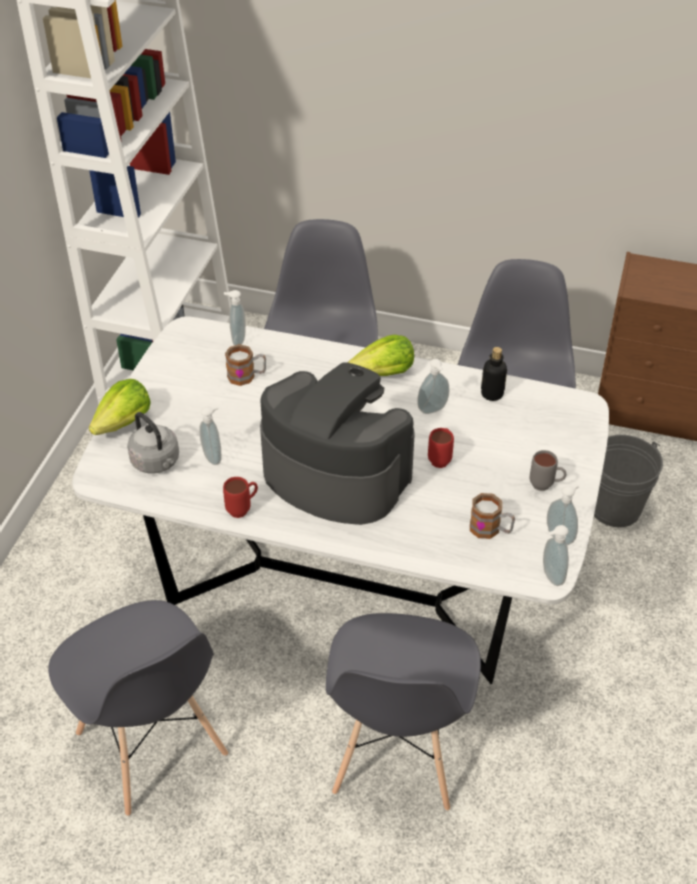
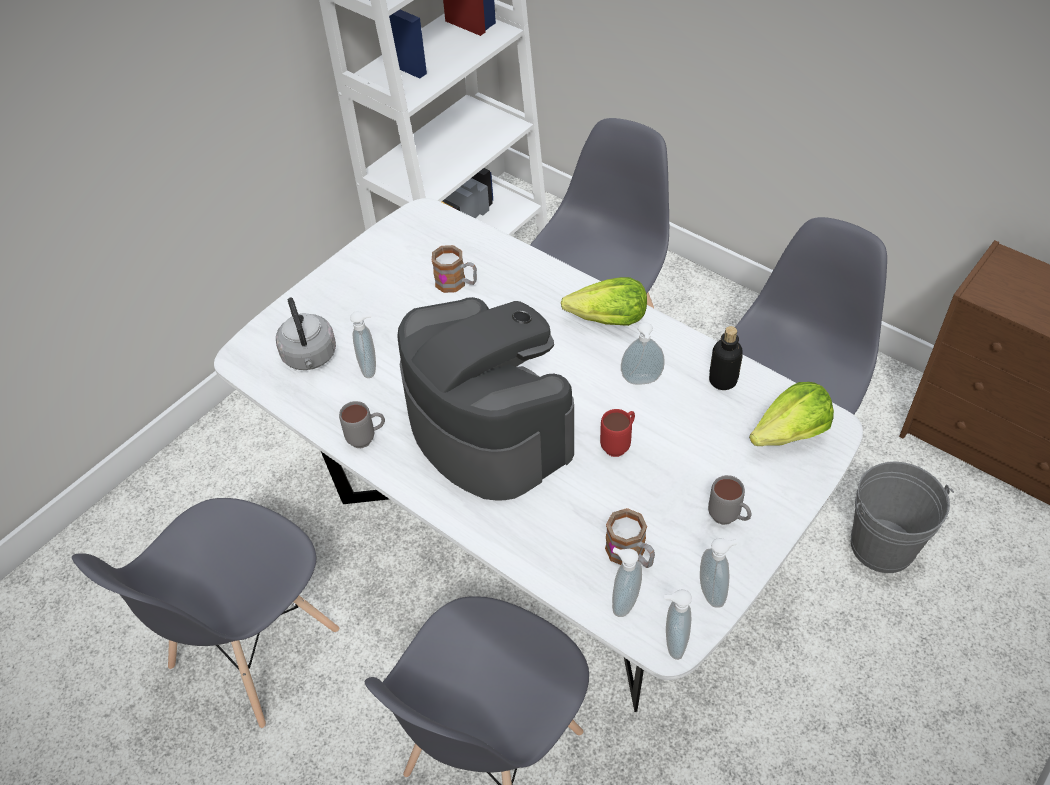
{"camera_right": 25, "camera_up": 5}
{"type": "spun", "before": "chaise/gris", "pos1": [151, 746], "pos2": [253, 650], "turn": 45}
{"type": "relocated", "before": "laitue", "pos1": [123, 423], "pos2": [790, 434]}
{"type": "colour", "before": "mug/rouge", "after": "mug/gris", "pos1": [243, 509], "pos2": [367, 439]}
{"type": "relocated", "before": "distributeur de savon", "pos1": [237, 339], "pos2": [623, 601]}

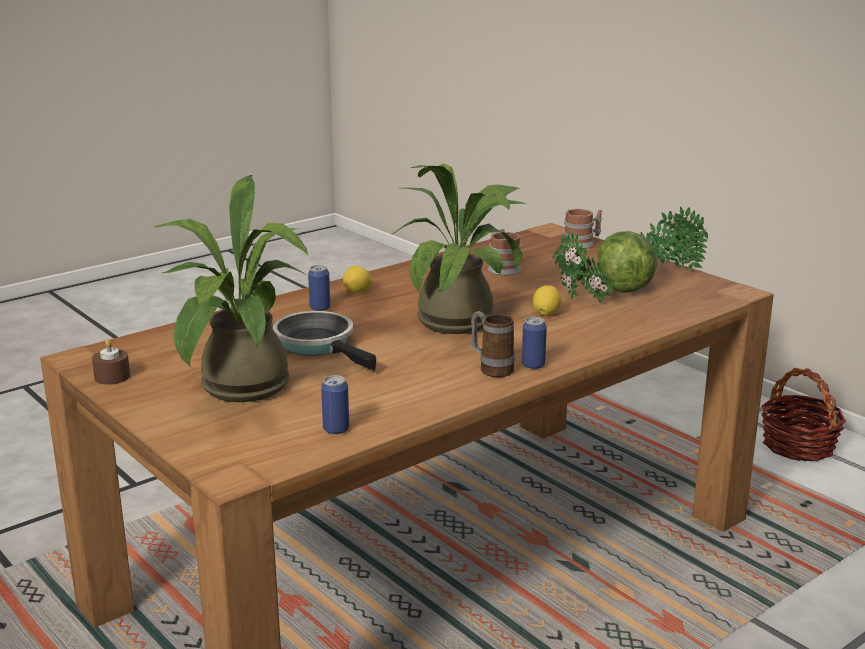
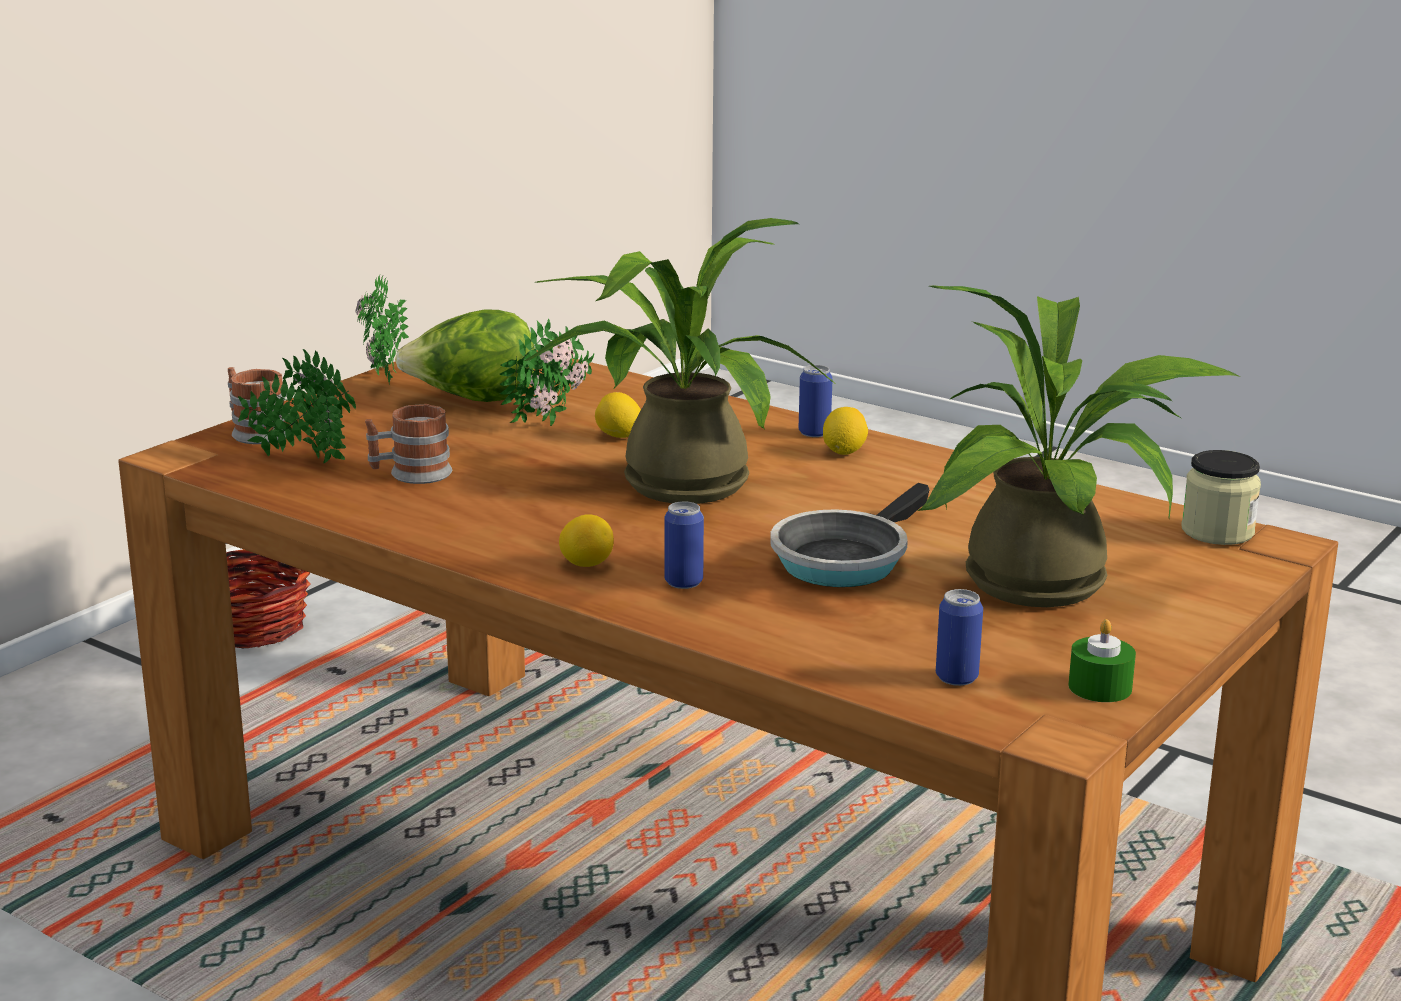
{"camera_right": -105, "camera_up": 0}
{"type": "colour", "before": "bougie/marron", "after": "bougie/vert", "pos1": [112, 377], "pos2": [1100, 687]}
{"type": "relocated", "before": "boîte métallique", "pos1": [336, 429], "pos2": [956, 677]}
{"type": "exchanged", "before": "mug", "after": "citron", "pos1": [491, 368], "pos2": [844, 452]}
{"type": "appeared", "after": "plante en pot", "pos2": [301, 459]}
{"type": "appeared", "after": "bocal", "pos2": [1217, 531]}

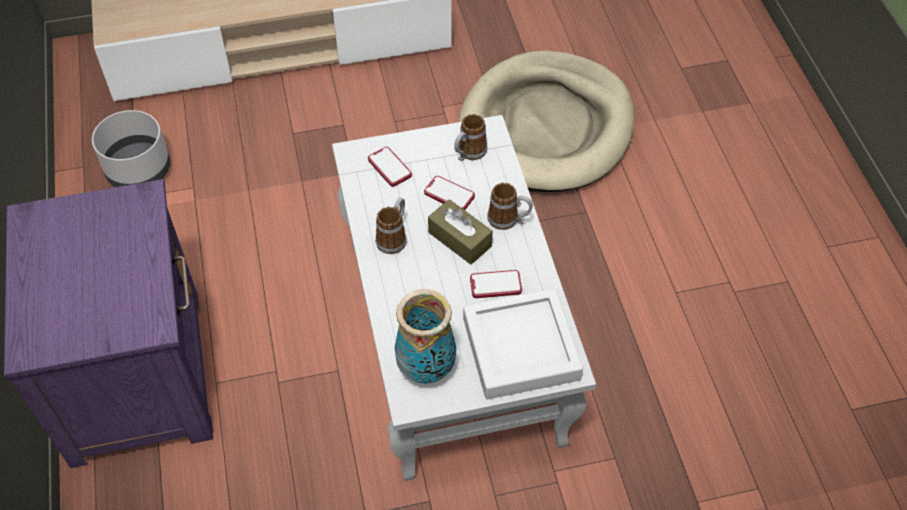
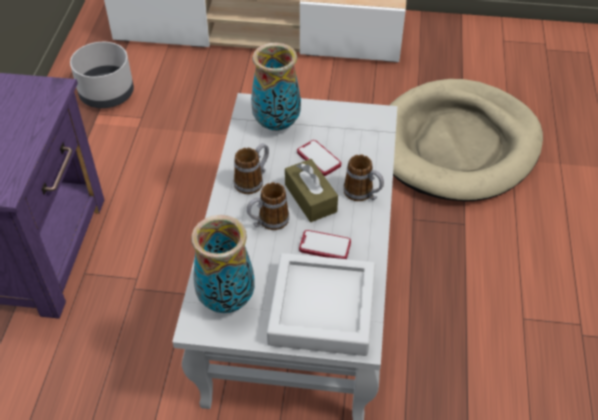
{"camera_right": 20, "camera_up": -5}
{"type": "exchanged", "before": "téléphone", "after": "vase", "pos1": [389, 167], "pos2": [277, 123]}
{"type": "relocated", "before": "mug", "pos1": [468, 154], "pos2": [268, 222]}

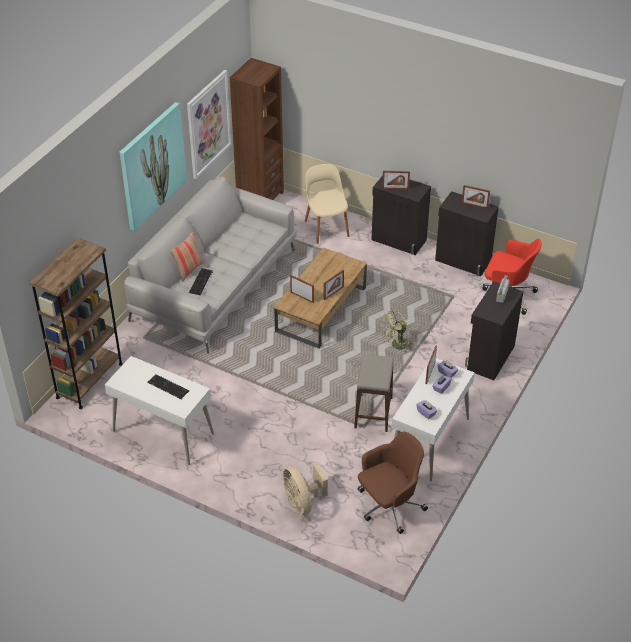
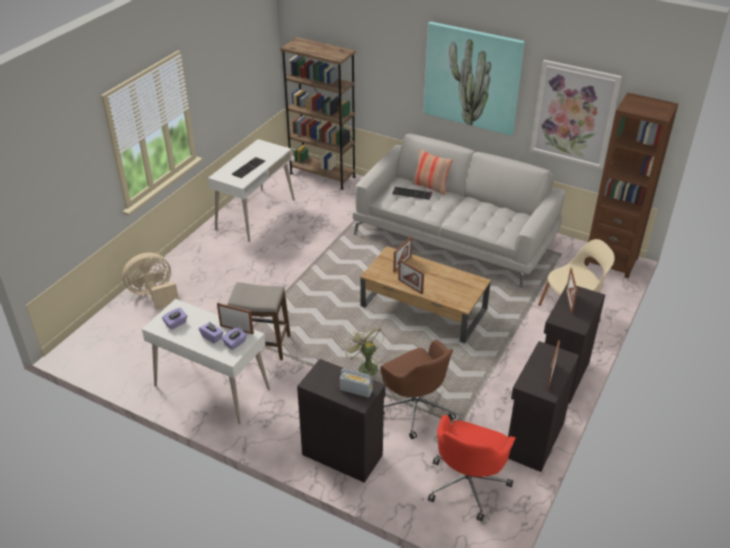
{"camera_right": 90, "camera_up": -5}
{"type": "relocated", "before": "chaise de bureau/marron", "pos1": [389, 506], "pos2": [415, 407]}

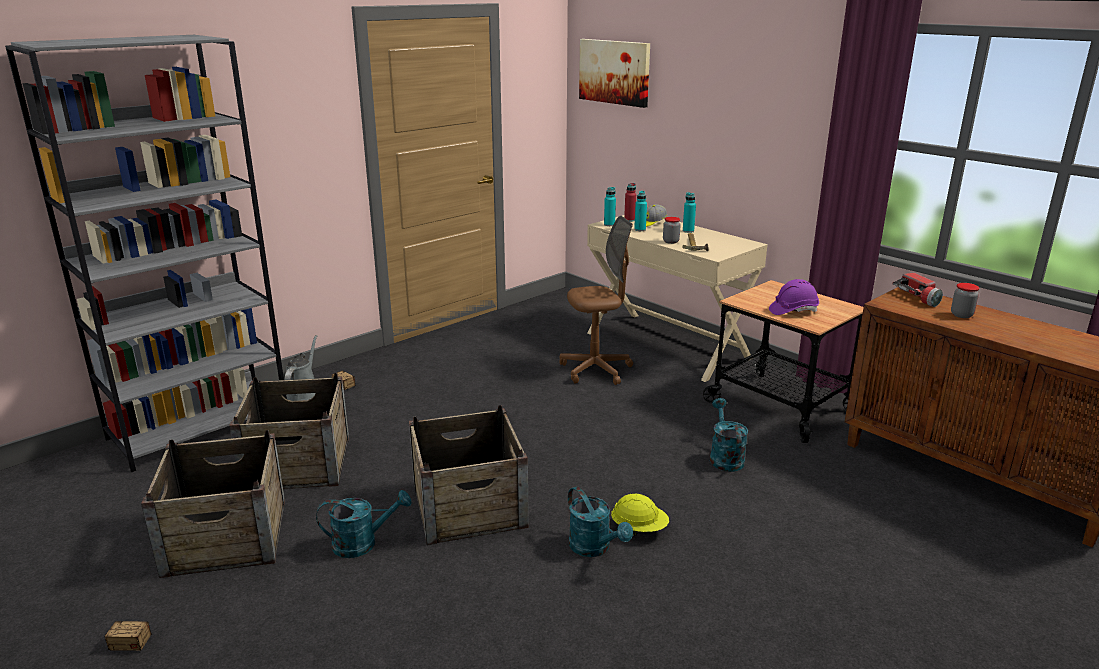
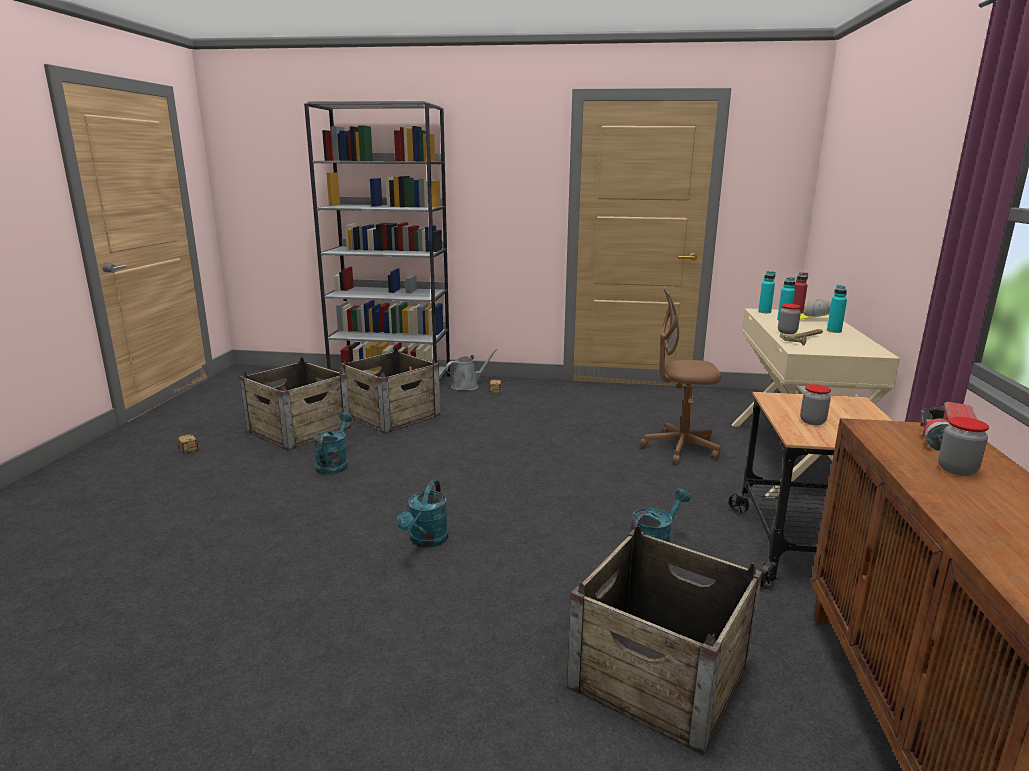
{"camera_right": 50, "camera_up": -5}
{"type": "spun", "before": "arrosoir/turquoise", "pos1": [363, 543], "pos2": [334, 464], "turn": -120}
{"type": "relocated", "before": "caisse", "pos1": [469, 506], "pos2": [661, 675]}
{"type": "spun", "before": "chaise de bureau/marron", "pos1": [596, 370], "pos2": [680, 448], "turn": 150}
{"type": "missing", "before": "tableau", "pos1": [614, 72]}
{"type": "missing", "before": "casque de chantier/jaune", "pos1": [639, 529]}
{"type": "exchanged", "before": "casque de chantier/violet", "after": "bocal", "pos1": [793, 311], "pos2": [812, 421]}

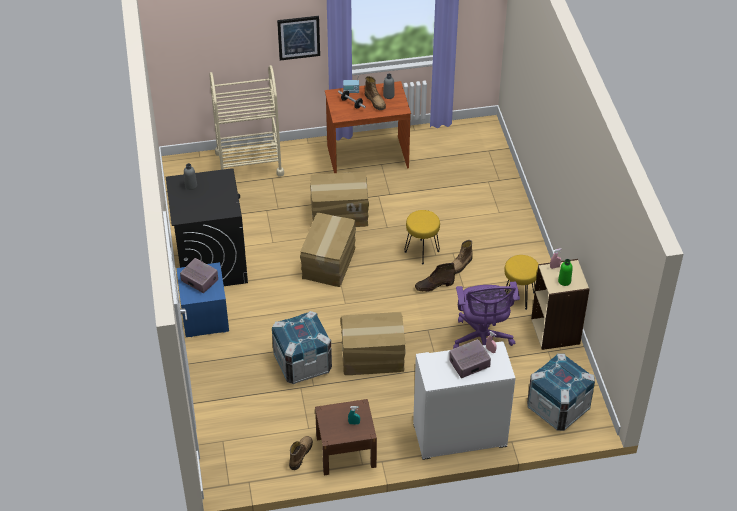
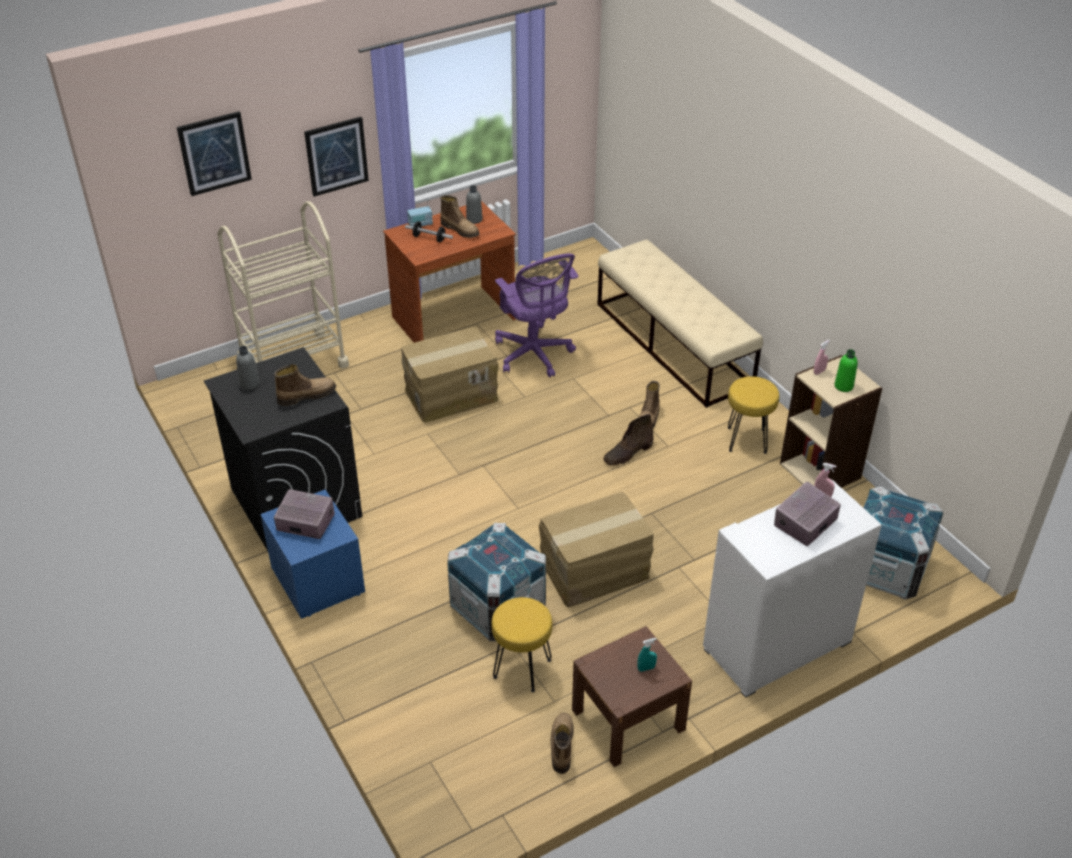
{"camera_right": -20, "camera_up": -5}
{"type": "missing", "before": "carton", "pos1": [329, 263]}
{"type": "relocated", "before": "tabouret/jaune", "pos1": [422, 251], "pos2": [523, 668]}
{"type": "relocated", "before": "chaise de bureau/violet", "pos1": [482, 340], "pos2": [534, 355]}
{"type": "appeared", "after": "tableau", "pos2": [214, 153]}
{"type": "appeared", "after": "botte", "pos2": [306, 395]}
{"type": "appeared", "after": "banc/beige", "pos2": [673, 345]}

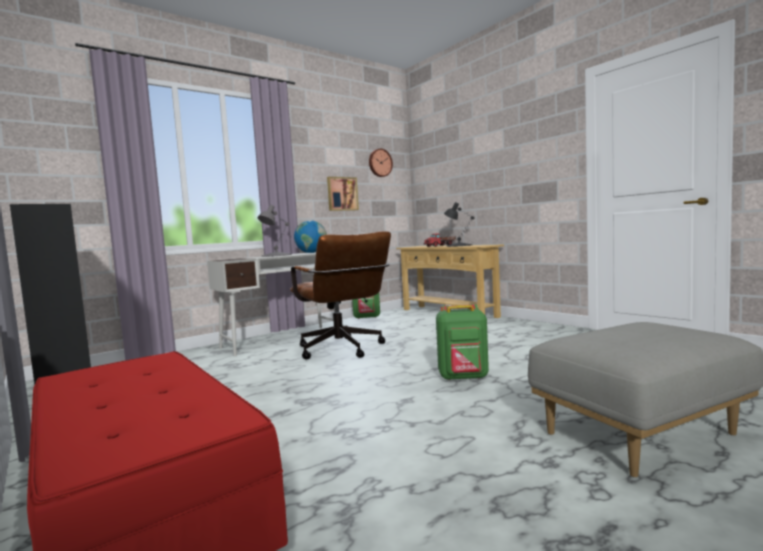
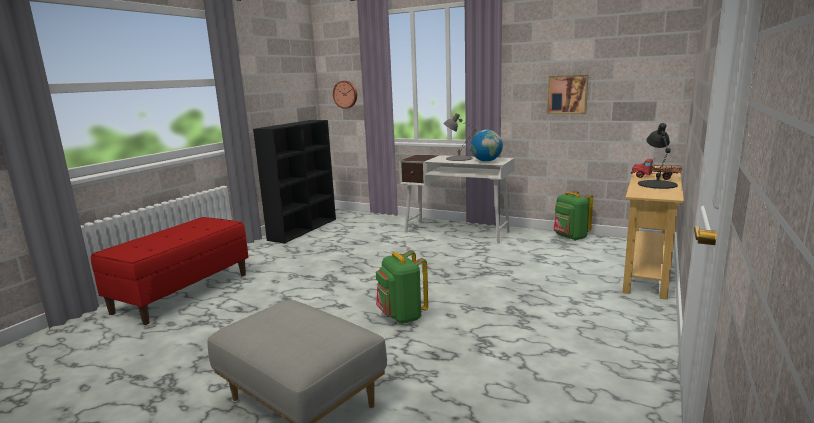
{"camera_right": 65, "camera_up": 10}
{"type": "missing", "before": "chaise de bureau/marron", "pos1": [343, 350]}
{"type": "relocated", "before": "horloge murale", "pos1": [379, 163], "pos2": [345, 94]}

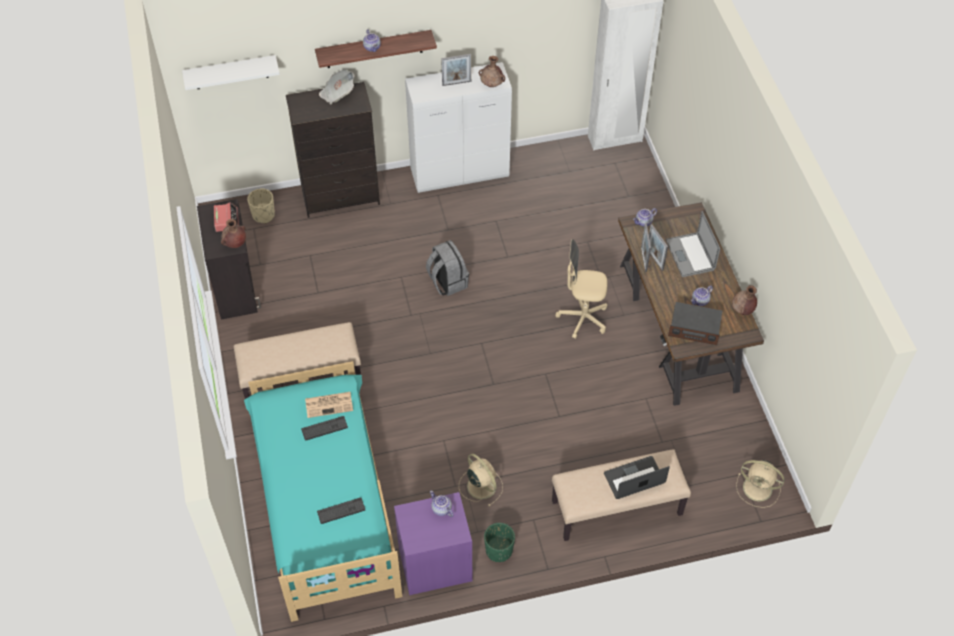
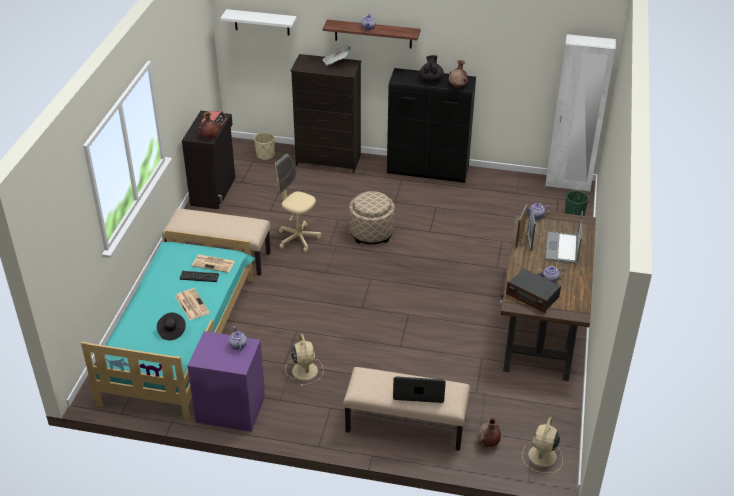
{"camera_right": 25, "camera_up": -15}
{"type": "exchanged", "before": "clavier", "after": "chapeau/noir", "pos1": [341, 511], "pos2": [171, 331]}
{"type": "colour", "before": "meuble de rangement/blanc", "after": "meuble de rangement/noir", "pos1": [460, 173], "pos2": [428, 171]}
{"type": "exchanged", "before": "sac à dos/gris", "after": "pouf/beige", "pos1": [447, 282], "pos2": [371, 233]}
{"type": "exchanged", "before": "cadre photo", "after": "théière/noir", "pos1": [456, 83], "pos2": [431, 79]}
{"type": "relocated", "before": "cache-pot/vert", "pos1": [499, 550], "pos2": [574, 215]}
{"type": "relocated", "before": "chaise de bureau/beige", "pos1": [582, 318], "pos2": [298, 239]}
{"type": "relocated", "before": "vase/marron", "pos1": [742, 310], "pos2": [487, 443]}
{"type": "spun", "before": "ventilateur/beige", "pos1": [759, 489], "pos2": [542, 457], "turn": 60}
{"type": "appeared", "after": "journal", "pos2": [191, 304]}

